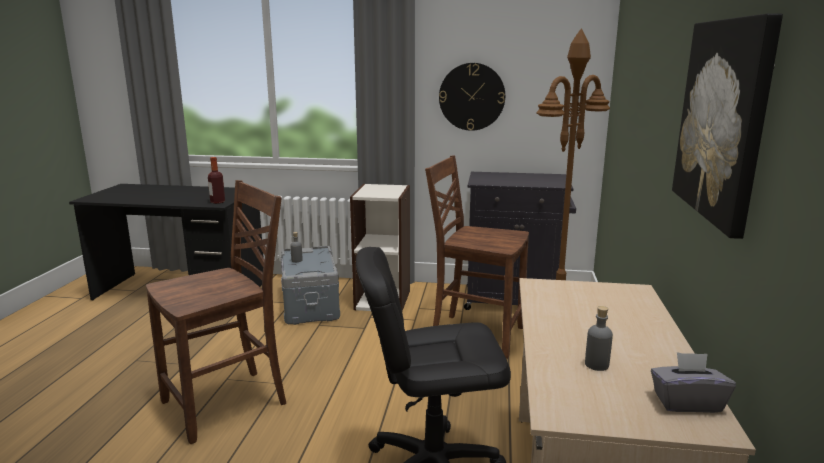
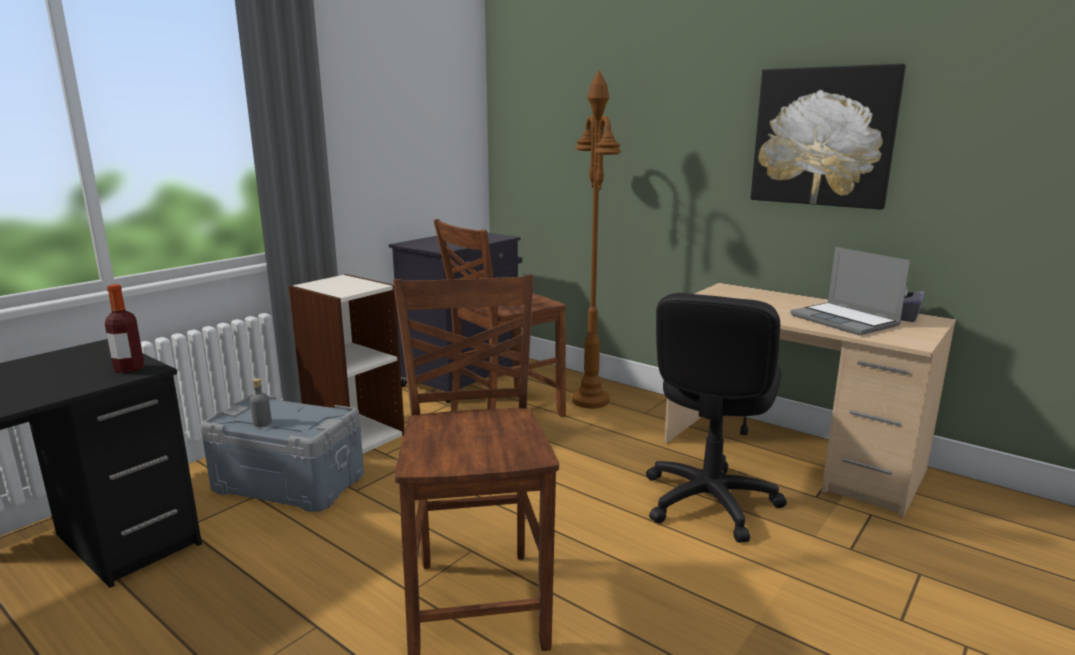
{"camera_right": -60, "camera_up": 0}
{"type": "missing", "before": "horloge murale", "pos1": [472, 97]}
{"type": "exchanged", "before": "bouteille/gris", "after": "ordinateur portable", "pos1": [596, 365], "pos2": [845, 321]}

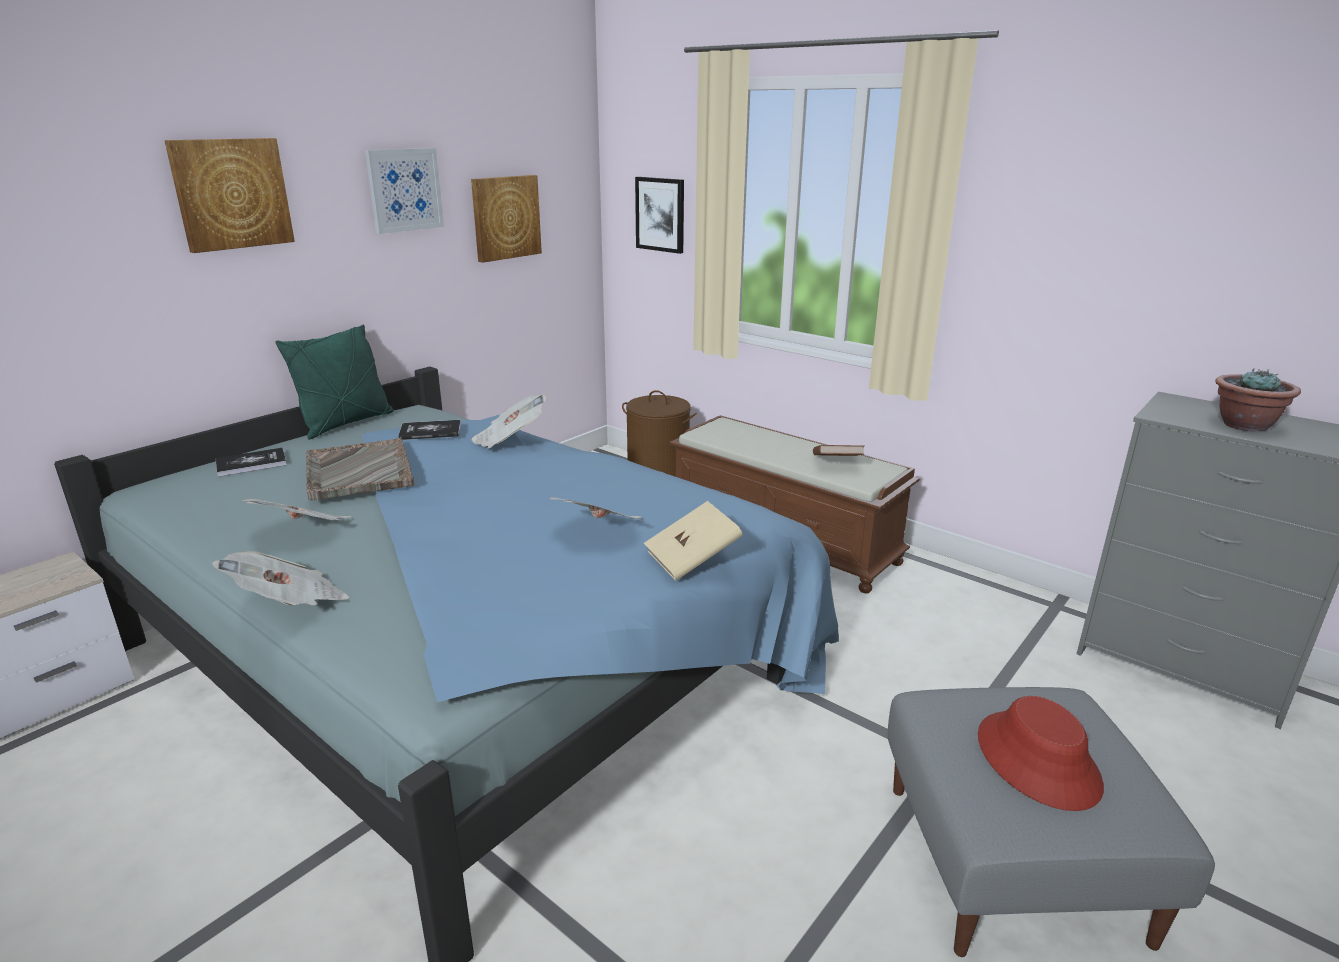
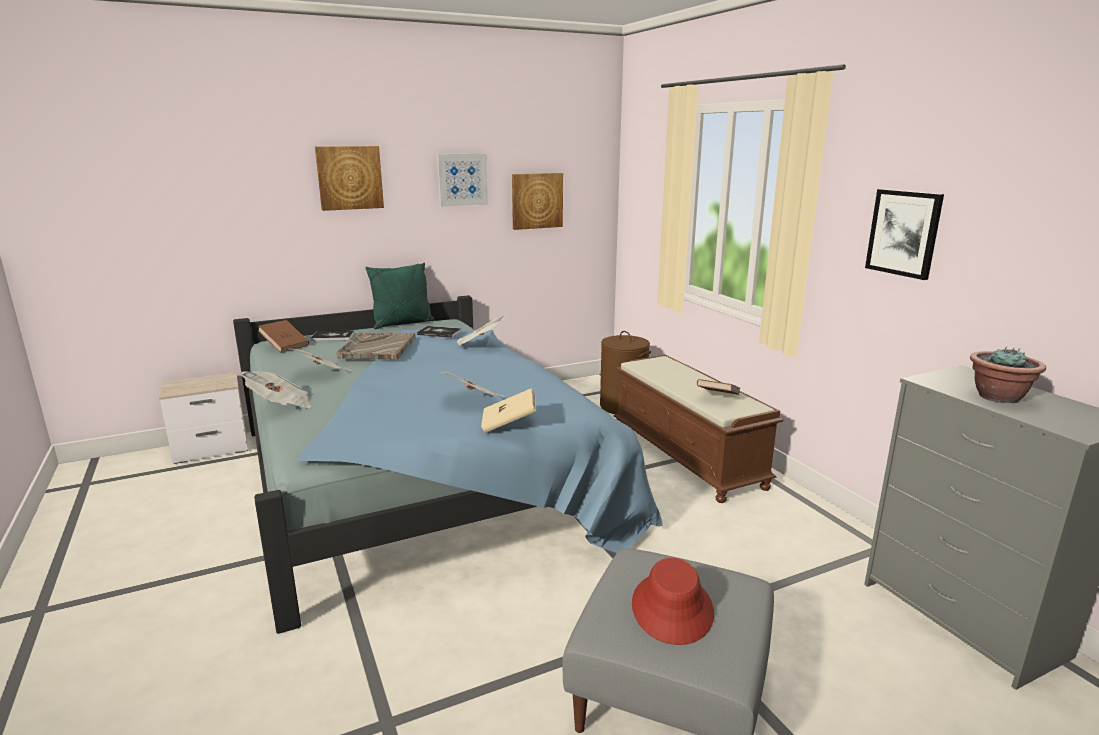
{"camera_right": 25, "camera_up": -5}
{"type": "relocated", "before": "tableau", "pos1": [660, 214], "pos2": [904, 233]}
{"type": "appeared", "after": "livre/marron", "pos2": [285, 346]}

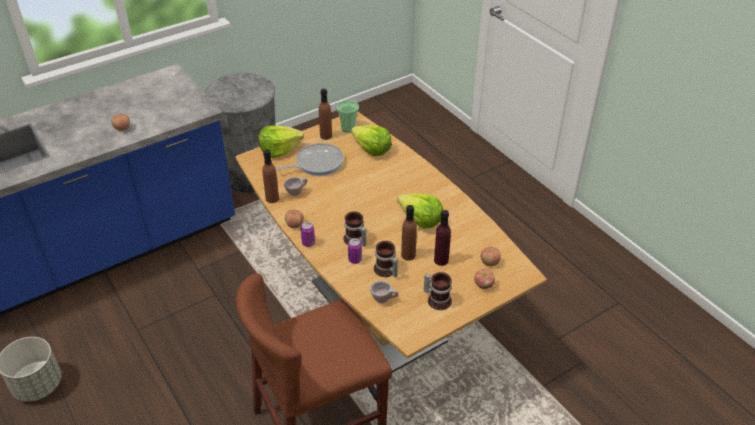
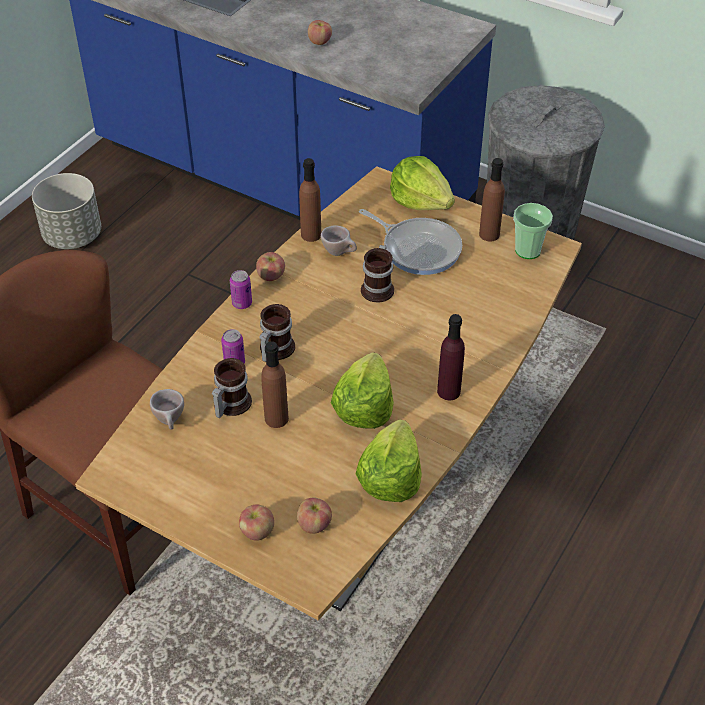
{"camera_right": 65, "camera_up": 5}
{"type": "relocated", "before": "laitue", "pos1": [371, 149], "pos2": [390, 478]}
{"type": "relocated", "before": "mug", "pos1": [438, 299], "pos2": [379, 288]}
{"type": "relocated", "before": "bouteille/violet", "pos1": [441, 260], "pos2": [448, 391]}

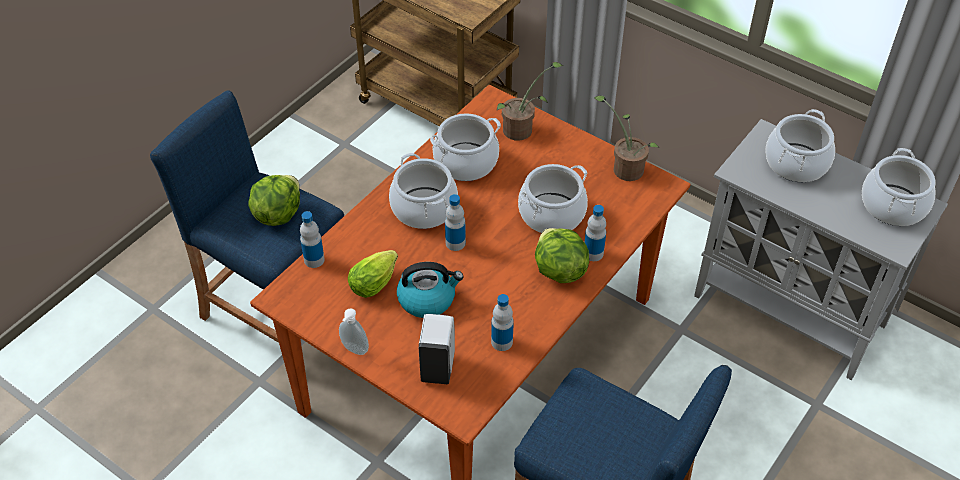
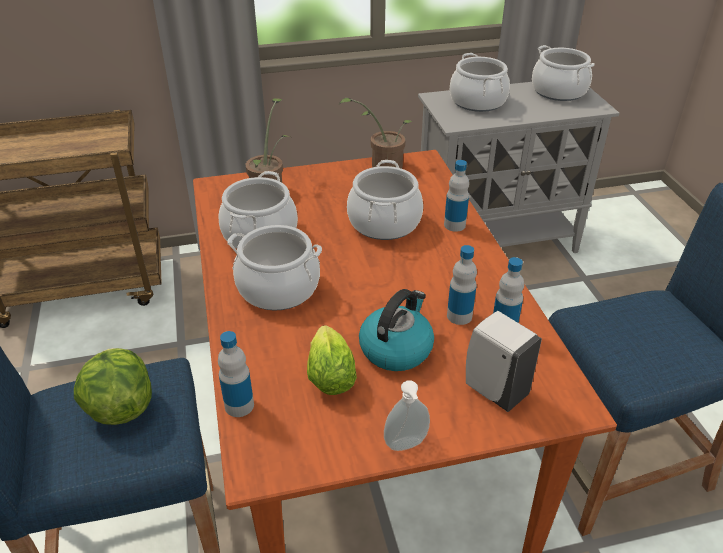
{"camera_right": -50, "camera_up": -10}
{"type": "relocated", "before": "bouteille", "pos1": [455, 243], "pos2": [459, 316]}
{"type": "missing", "before": "laitue", "pos1": [559, 270]}

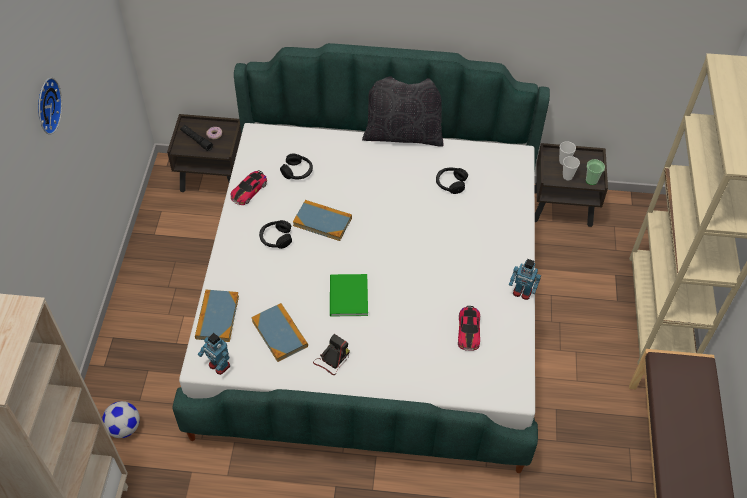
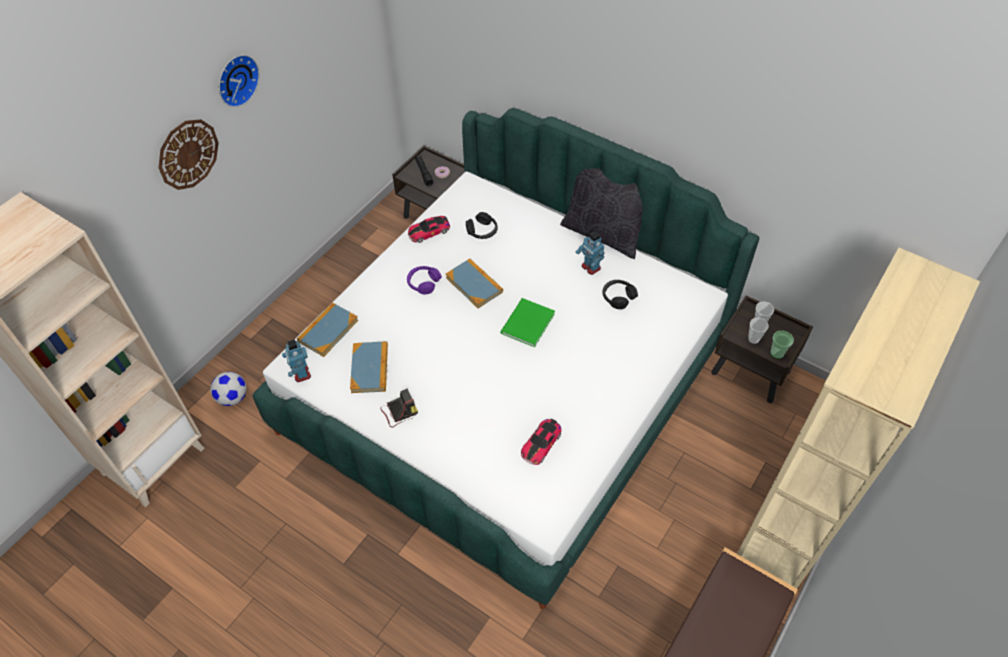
{"camera_right": 30, "camera_up": 0}
{"type": "colour", "before": "casque audio/noir", "after": "casque audio/violet", "pos1": [276, 238], "pos2": [423, 283]}
{"type": "relocated", "before": "livre/vert", "pos1": [347, 297], "pos2": [526, 324]}
{"type": "relocated", "before": "robot jouet", "pos1": [522, 292], "pos2": [590, 267]}
{"type": "appeared", "after": "horloge murale", "pos2": [188, 154]}

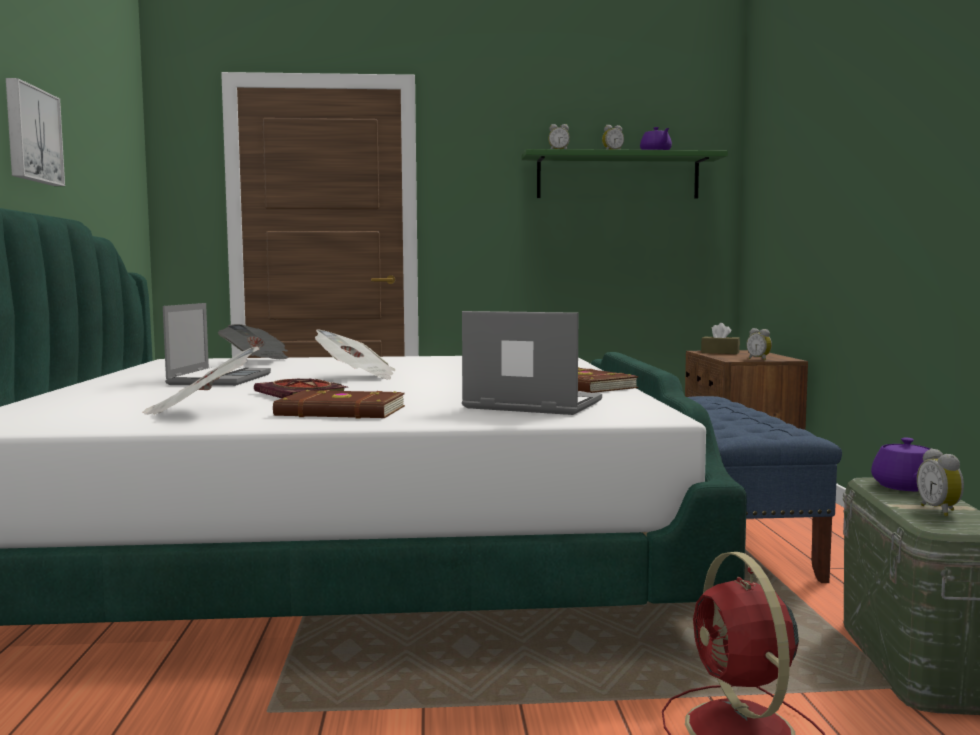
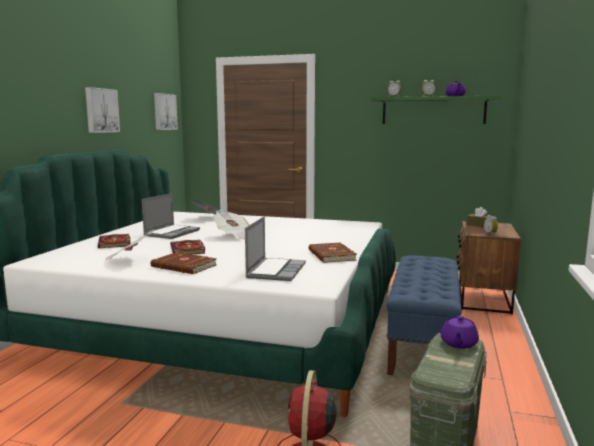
{"camera_right": 20, "camera_up": 5}
{"type": "spun", "before": "ordinateur portable", "pos1": [530, 405], "pos2": [275, 270], "turn": 60}
{"type": "missing", "before": "réveil", "pos1": [941, 511]}
{"type": "appeared", "after": "livre", "pos2": [115, 243]}
{"type": "appeared", "after": "tableau", "pos2": [164, 111]}

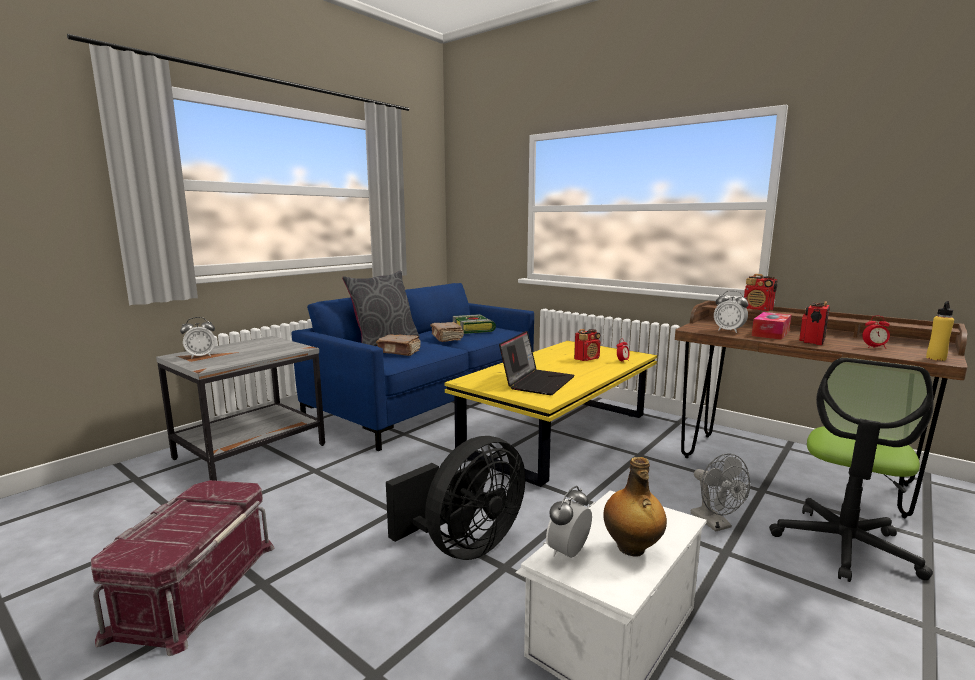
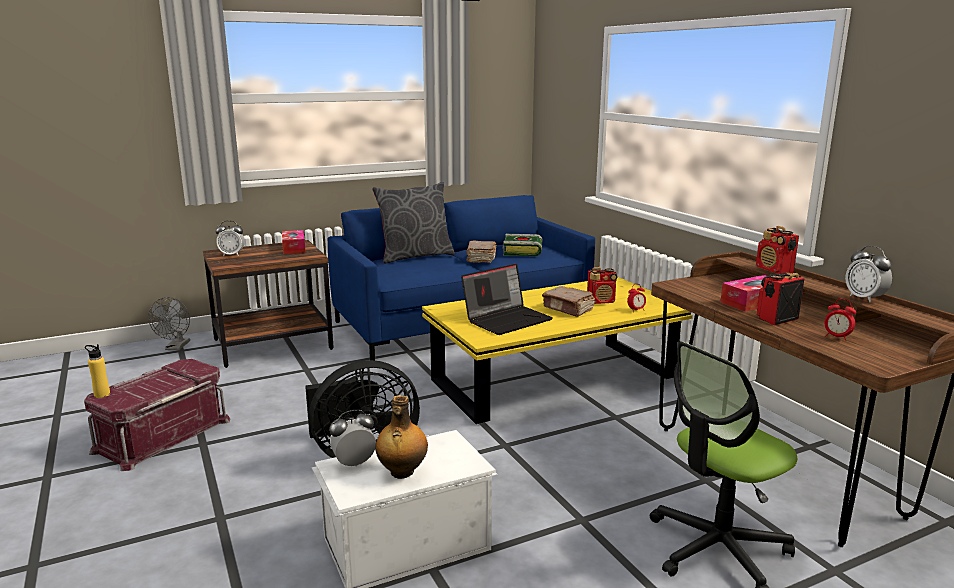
{"camera_right": 25, "camera_up": 5}
{"type": "colour", "before": "table d'appoint/gris", "after": "table d'appoint/marron", "pos1": [250, 452], "pos2": [272, 344]}
{"type": "relocated", "before": "livre/marron", "pos1": [399, 352], "pos2": [568, 309]}
{"type": "relocated", "before": "ventilateur/gris", "pos1": [715, 524], "pos2": [176, 347]}
{"type": "relocated", "before": "réveil", "pos1": [729, 331], "pos2": [864, 298]}
{"type": "relocated", "before": "bouteille/jaune", "pos1": [935, 358], "pos2": [102, 394]}
{"type": "appeared", "after": "boîte à mouchoirs", "pos2": [294, 248]}

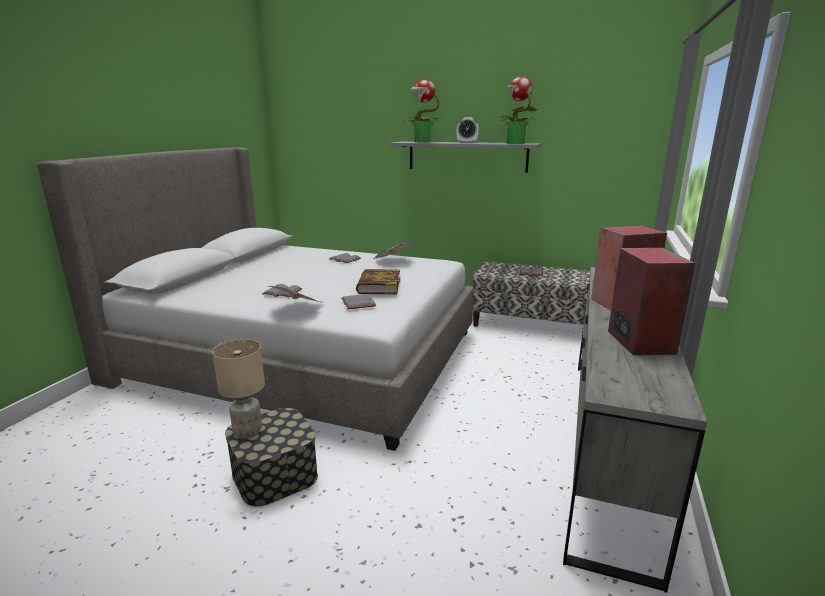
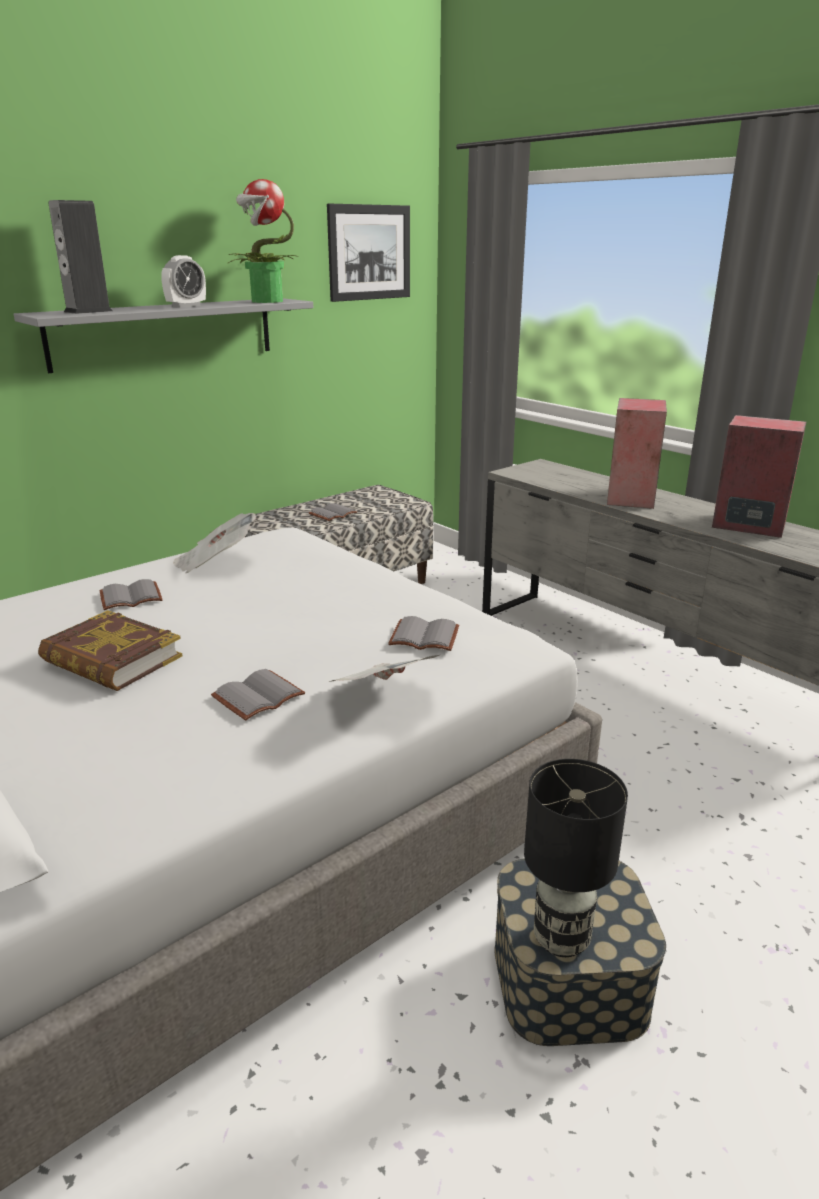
{"camera_right": -60, "camera_up": 5}
{"type": "colour", "before": "lampe de table/beige", "after": "lampe de table/noir", "pos1": [247, 432], "pos2": [562, 939]}
{"type": "relocated", "before": "livre", "pos1": [378, 286], "pos2": [111, 660]}
{"type": "exchanged", "before": "plante en pot", "after": "enceinte", "pos1": [421, 142], "pos2": [88, 311]}
{"type": "appeared", "after": "tableau", "pos2": [369, 252]}

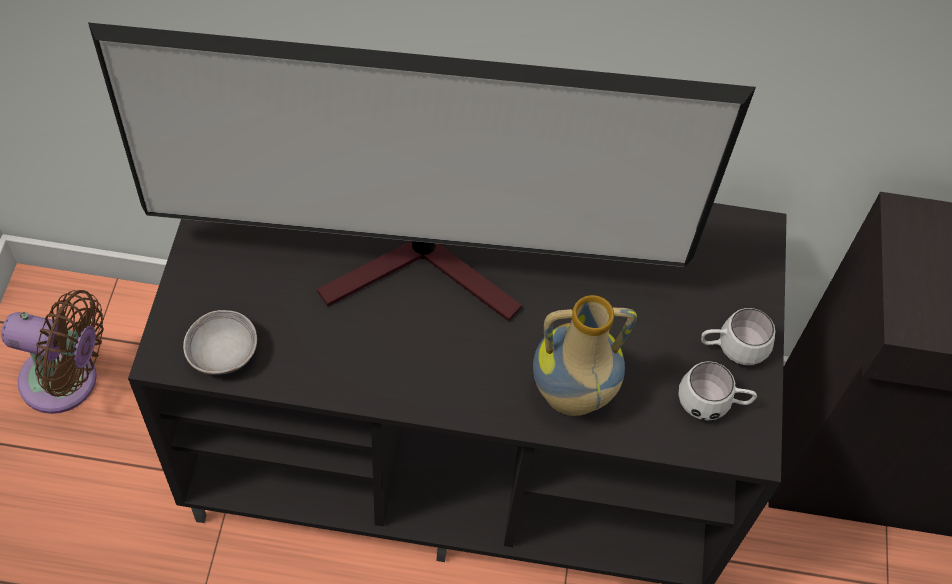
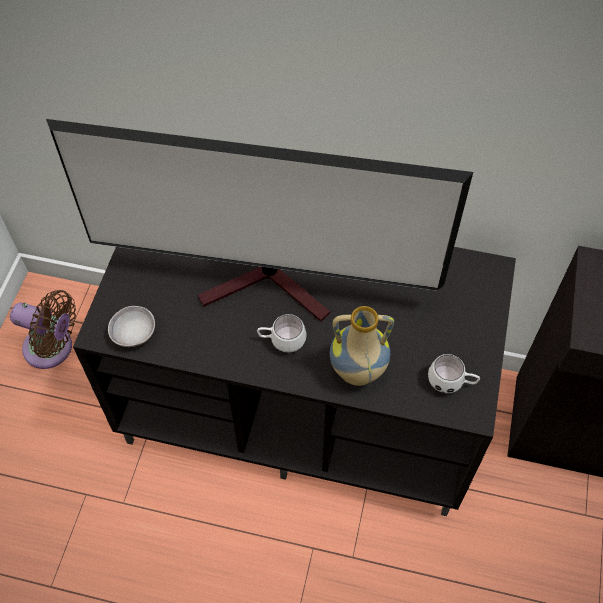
{"camera_right": 10, "camera_up": 0}
{"type": "relocated", "before": "mug/blanc", "pos1": [731, 349], "pos2": [281, 341]}

